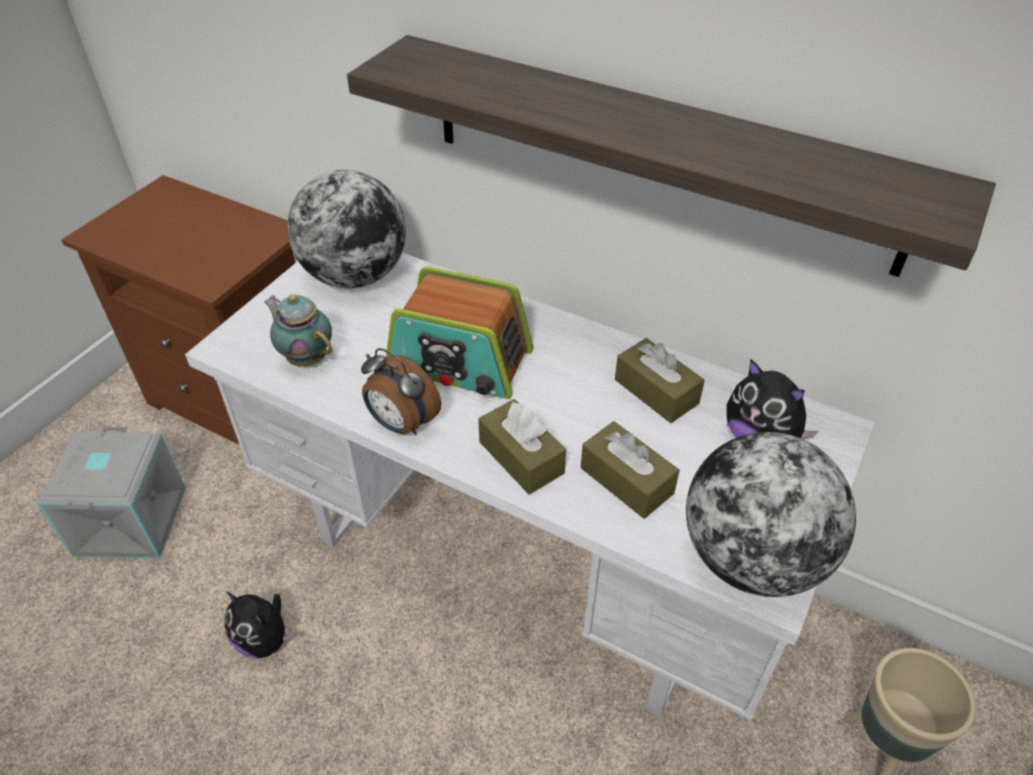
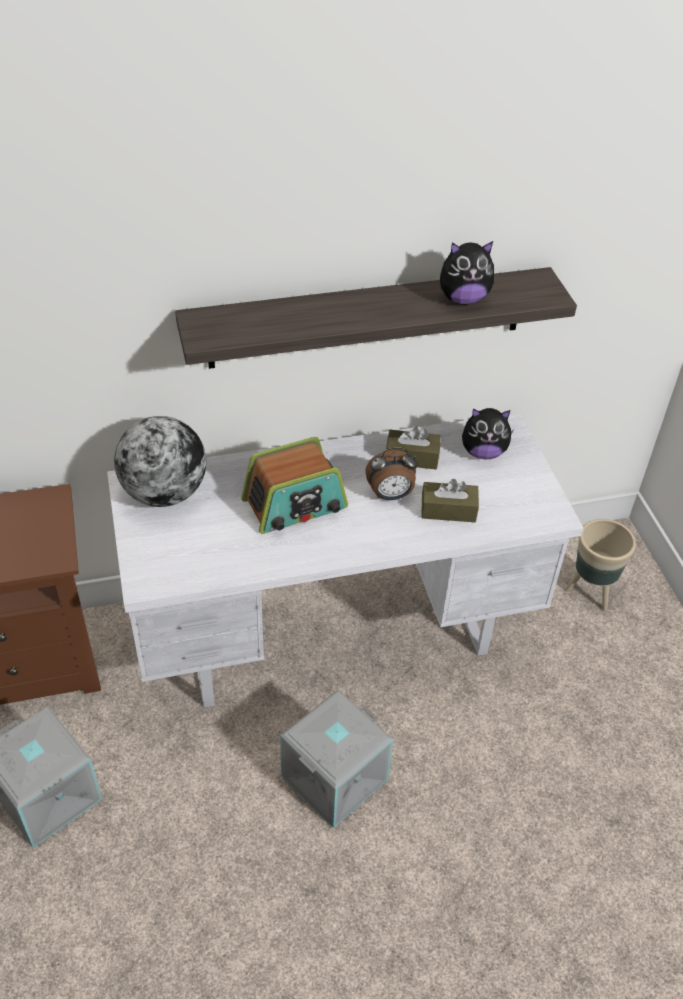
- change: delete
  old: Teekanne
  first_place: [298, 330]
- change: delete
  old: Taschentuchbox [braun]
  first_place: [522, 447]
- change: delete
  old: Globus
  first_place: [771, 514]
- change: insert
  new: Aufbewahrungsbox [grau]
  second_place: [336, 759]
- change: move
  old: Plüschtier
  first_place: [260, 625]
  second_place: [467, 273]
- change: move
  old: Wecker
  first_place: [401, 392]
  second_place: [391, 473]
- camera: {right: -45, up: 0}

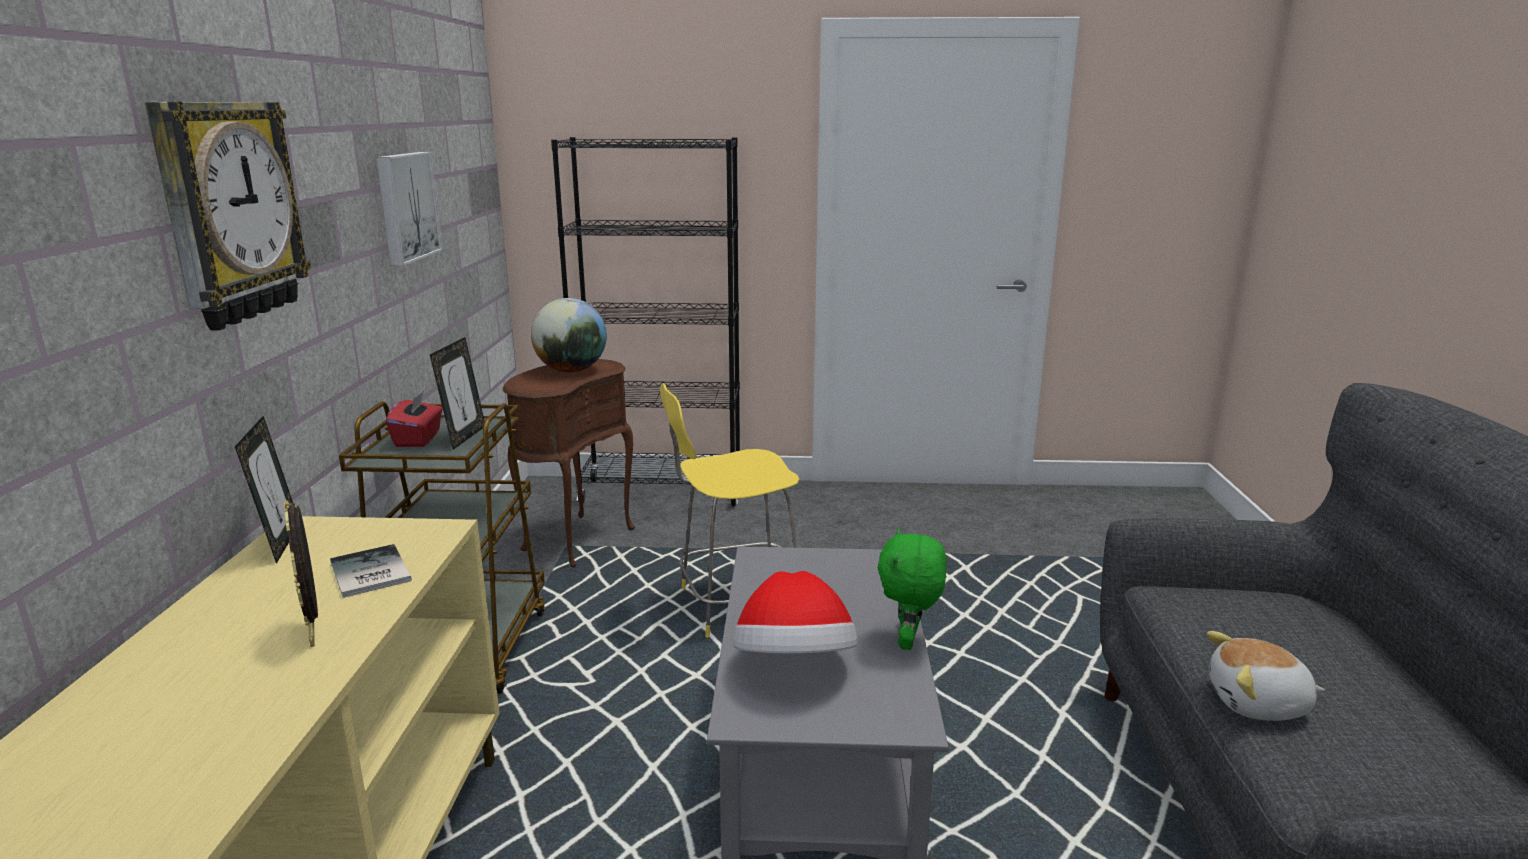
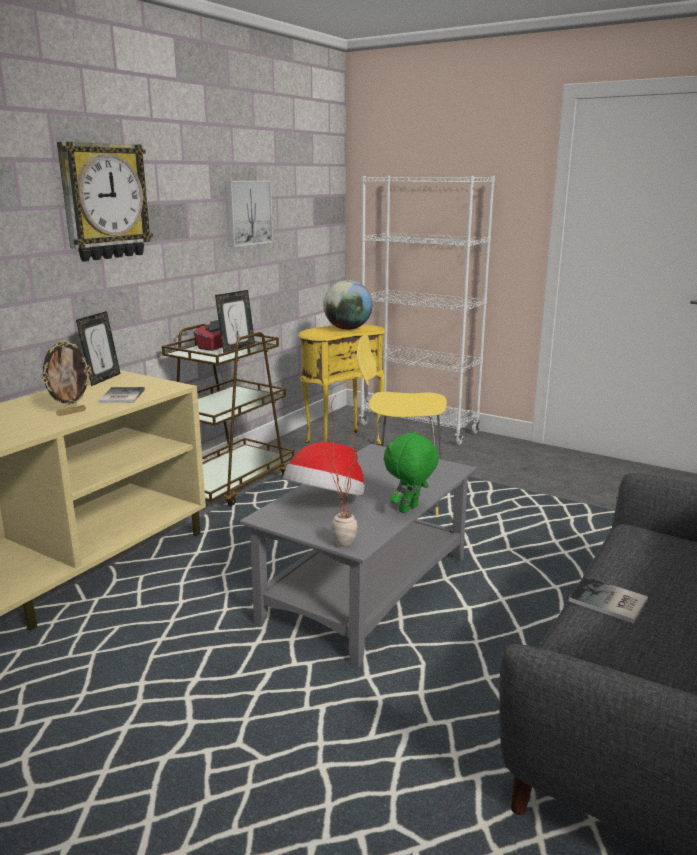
- change: insert
  new: Topfpflanze
  second_place: [338, 470]
- change: replace
  old: Plüschtier
  new: Buch
  first_place: [1266, 676]
  second_place: [608, 600]
- change: recolor
  old: Beistelltisch [braun]
  new: Beistelltisch [gelb]
  first_place: [569, 463]
  second_place: [342, 384]
- change: recolor
  old: Bücherregal [schwarz]
  new: Bücherregal [weiß]
  first_place: [645, 322]
  second_place: [427, 310]
- change: rotate
  old: Bilderrahmen
  first_place: [301, 573]
  second_place: [66, 378]
  degrees: -135
- camera: {right: 30, up: 0}

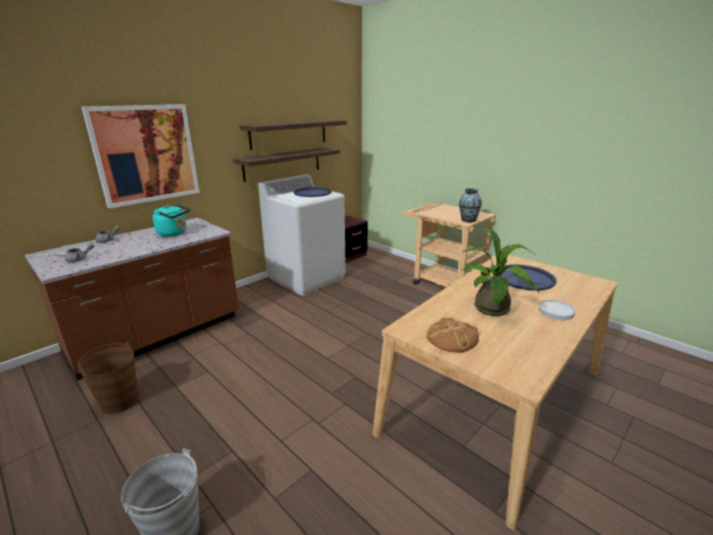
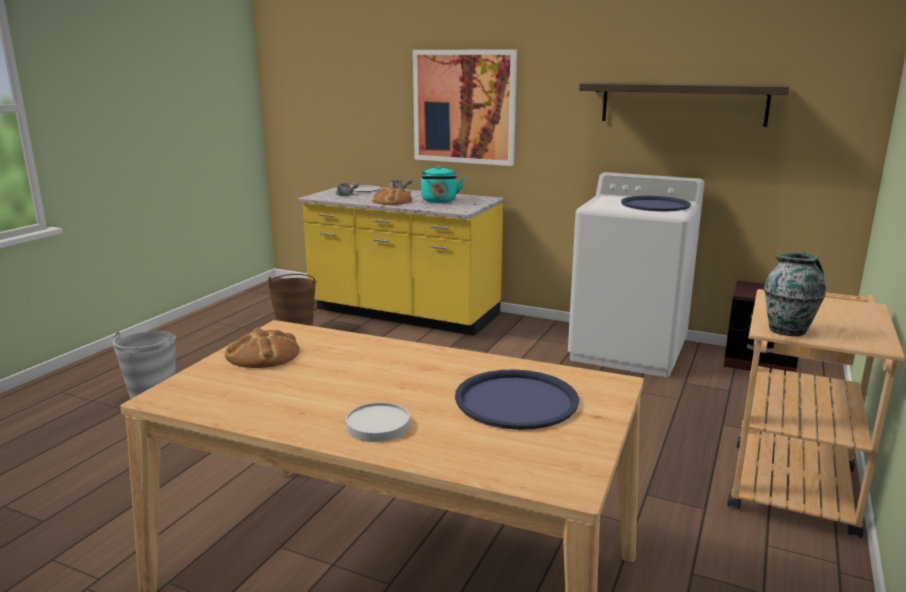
- change: delete
  old: Wandregal
  first_place: [286, 165]
- change: delete
  old: Topfpflanze
  first_place: [499, 271]
- change: insert
  new: Brot
  second_place: [392, 196]
- change: recolor
  old: Küchenzeile [braun]
  new: Küchenzeile [gelb]
  first_place: [132, 299]
  second_place: [401, 260]
- camera: {right: 70, up: -5}

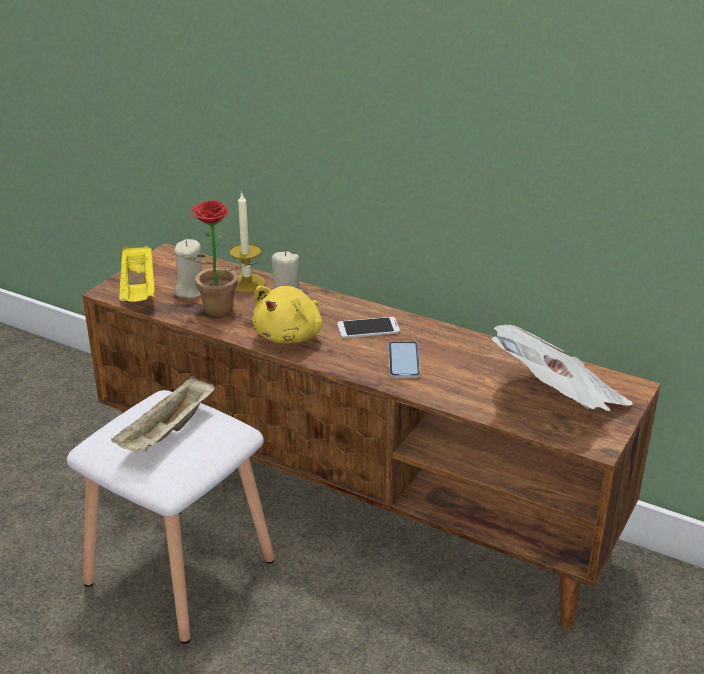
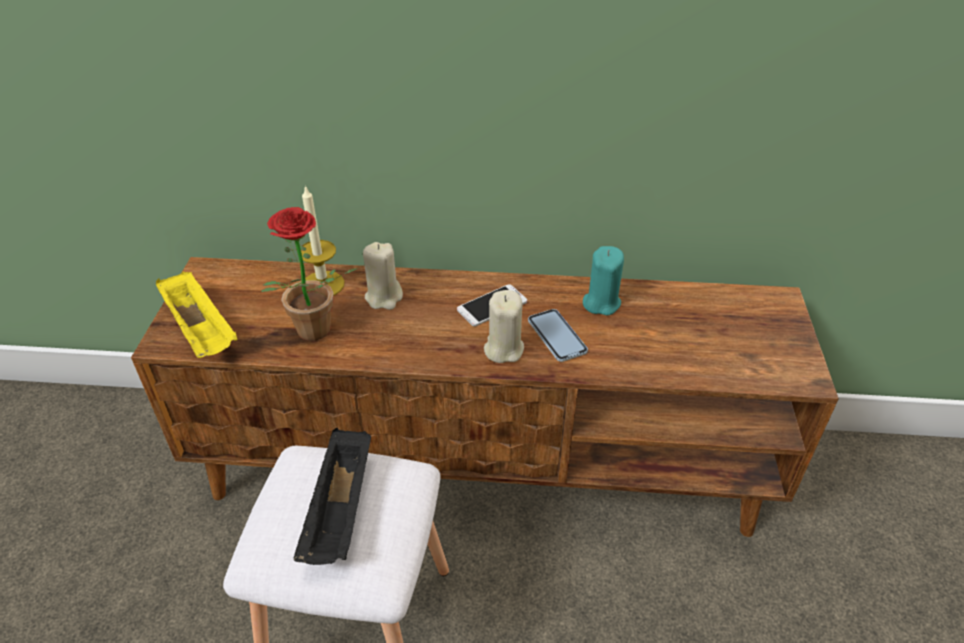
- change: delete
  old: Plüschtier [gelb]
  first_place: [287, 314]
- change: delete
  old: Zeitung
  first_place: [562, 368]
- change: insert
  new: Kerze [türkis]
  second_place: [603, 280]
- change: move
  old: Kerze [beige]
  first_place: [188, 269]
  second_place: [504, 326]
- change: recolor
  old: Tablett [beige]
  new: Tablett [schwarz]
  first_place: [163, 414]
  second_place: [332, 496]
- camera: {right: -25, up: 10}

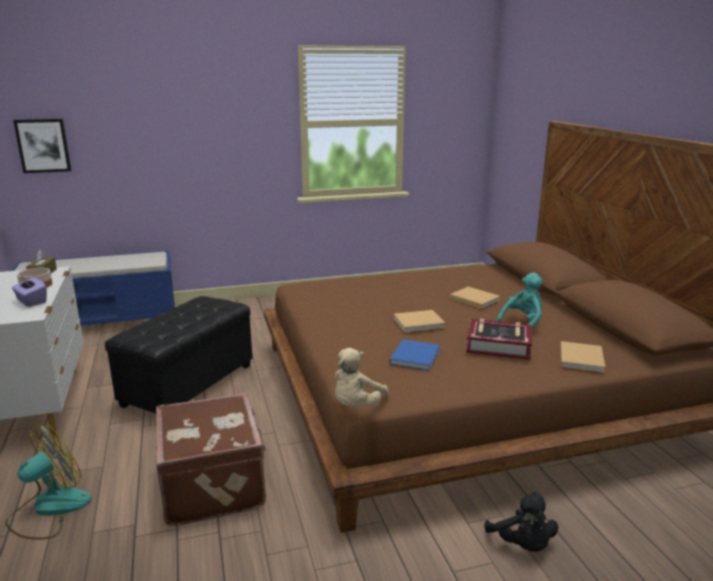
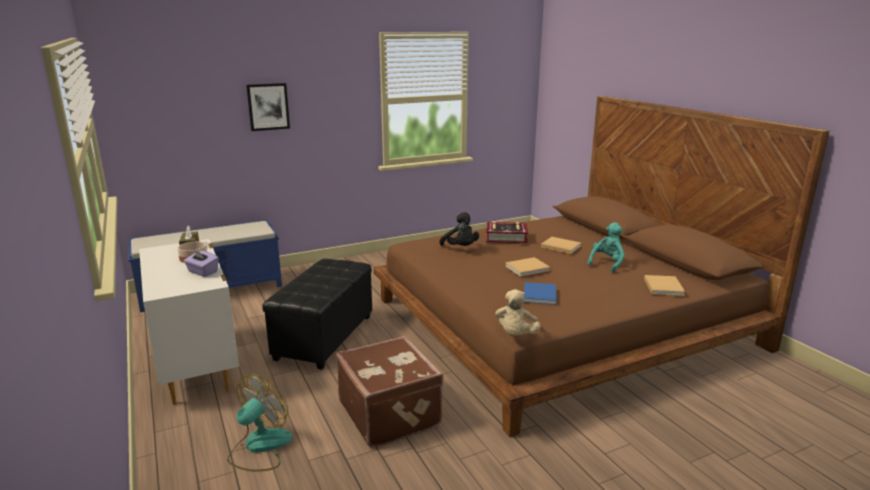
- change: move
  old: Bild
  first_place: [42, 146]
  second_place: [268, 107]
- change: move
  old: Buch
  first_place: [499, 339]
  second_place: [507, 232]
- change: move
  old: Plüschtier [schwarz]
  first_place: [521, 522]
  second_place: [459, 229]
- camera: {right: -10, up: 0}

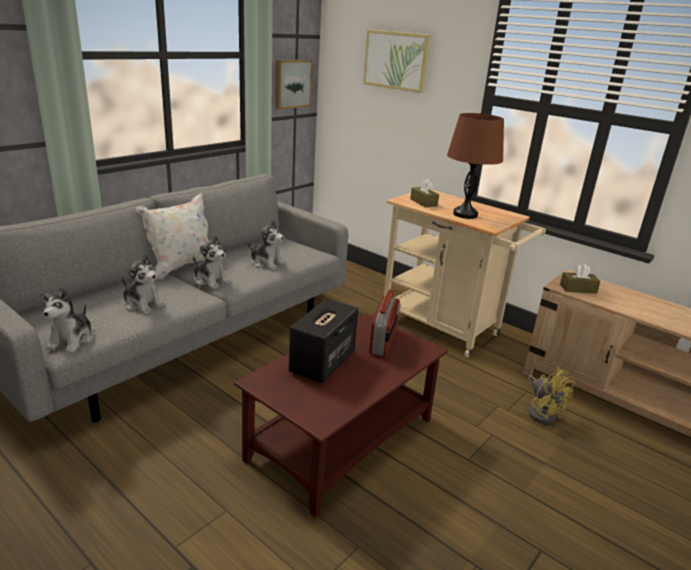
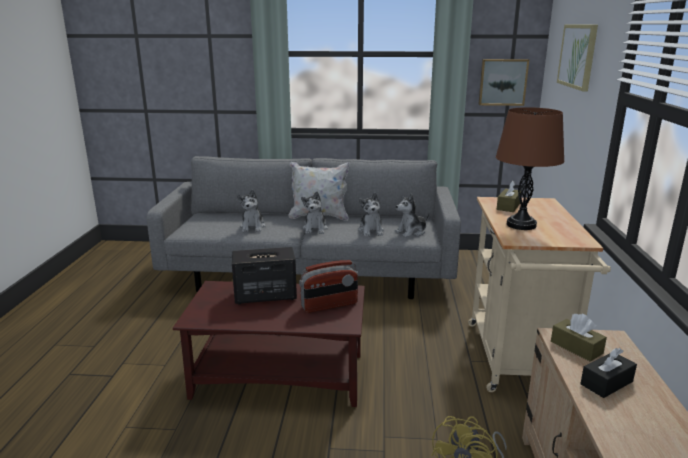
- change: insert
  new: Taschentuchbox [schwarz]
  second_place: [608, 373]
- change: move
  old: Plüschtier
  first_place: [67, 320]
  second_place: [412, 215]
- camera: {right: 55, up: -5}

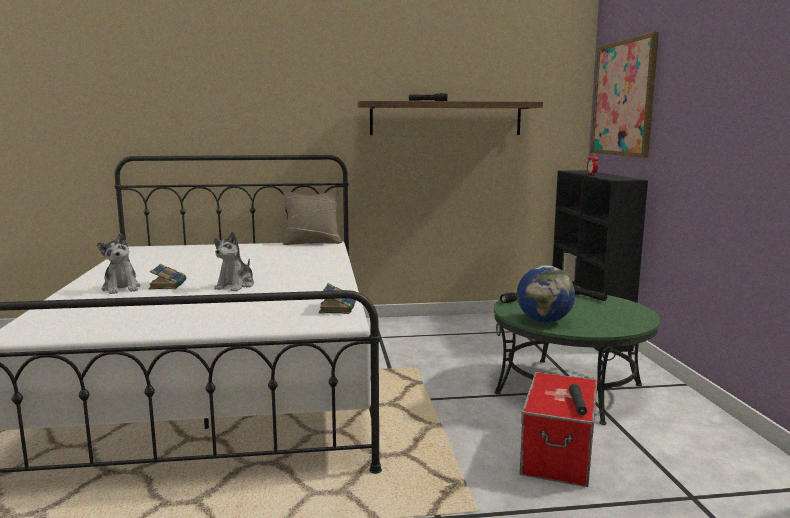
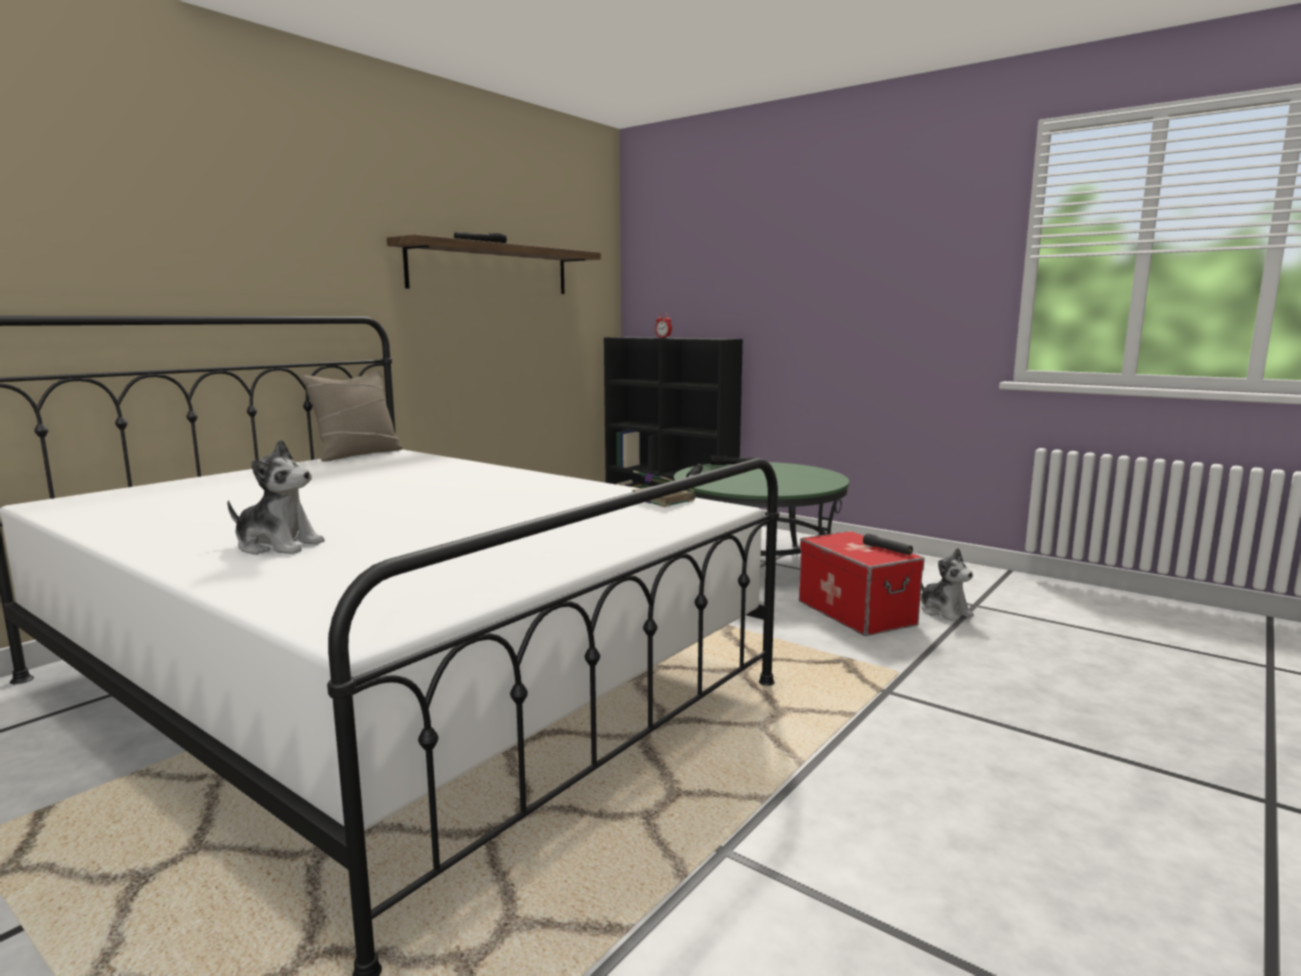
- change: delete
  old: Buch
  first_place: [167, 277]
- change: delete
  old: Globus
  first_place: [546, 294]
- change: delete
  old: Bild
  first_place: [625, 95]
- change: move
  old: Plüschtier
  first_place: [234, 261]
  second_place: [947, 585]
- camera: {right: -45, up: 0}

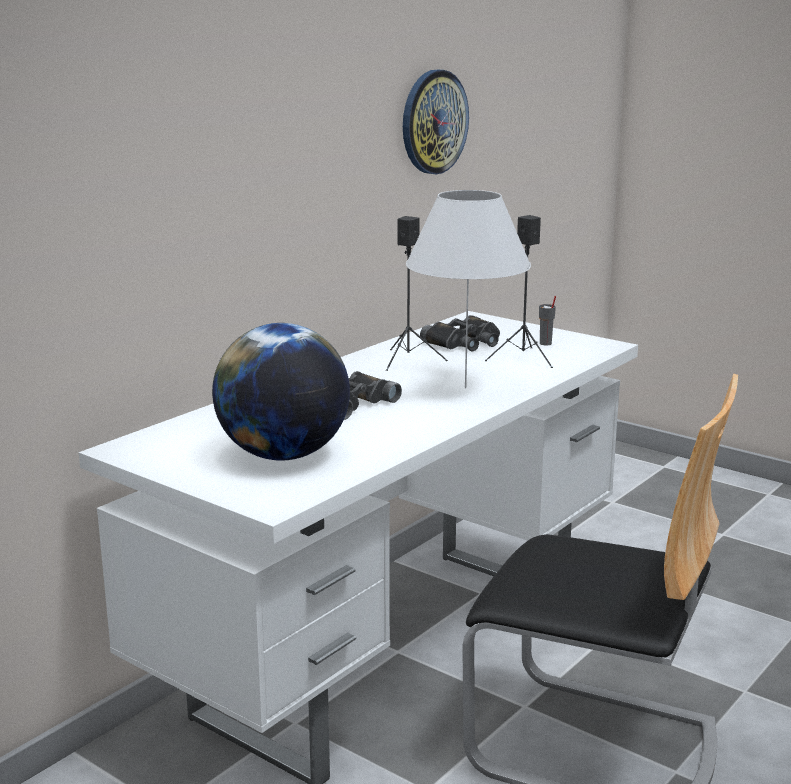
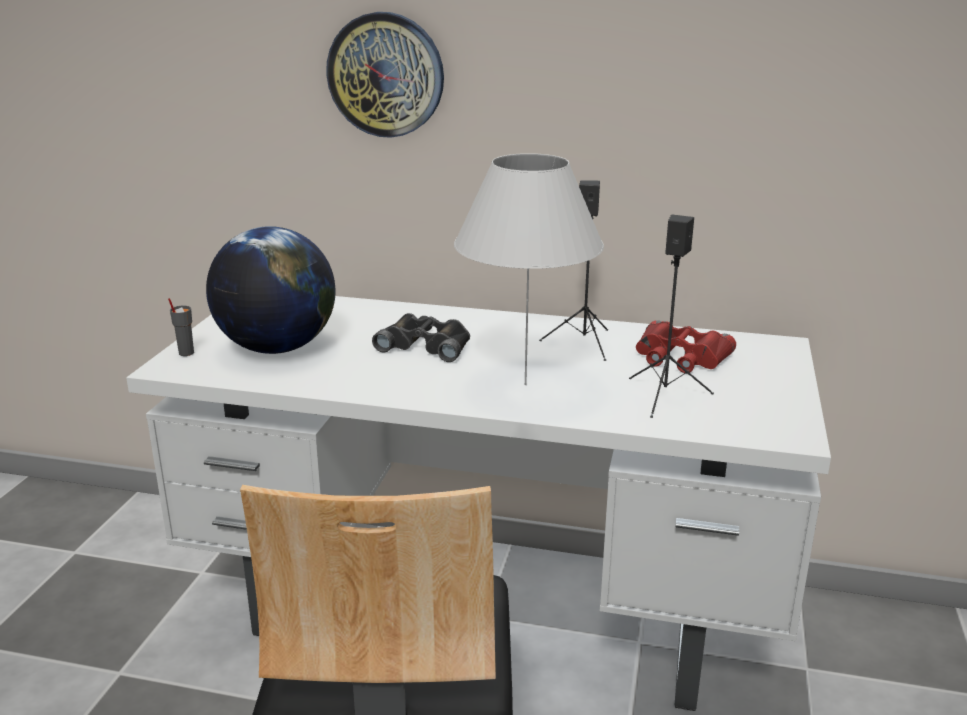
- change: move
  old: Wanduhr
  first_place: [436, 122]
  second_place: [385, 75]
- change: move
  old: Tasse [grau]
  first_place: [547, 320]
  second_place: [181, 327]
- change: recolor
  old: Fernglas [schwarz]
  new: Fernglas [rot]
  first_place: [460, 333]
  second_place: [686, 346]
- camera: {right: 65, up: 5}

